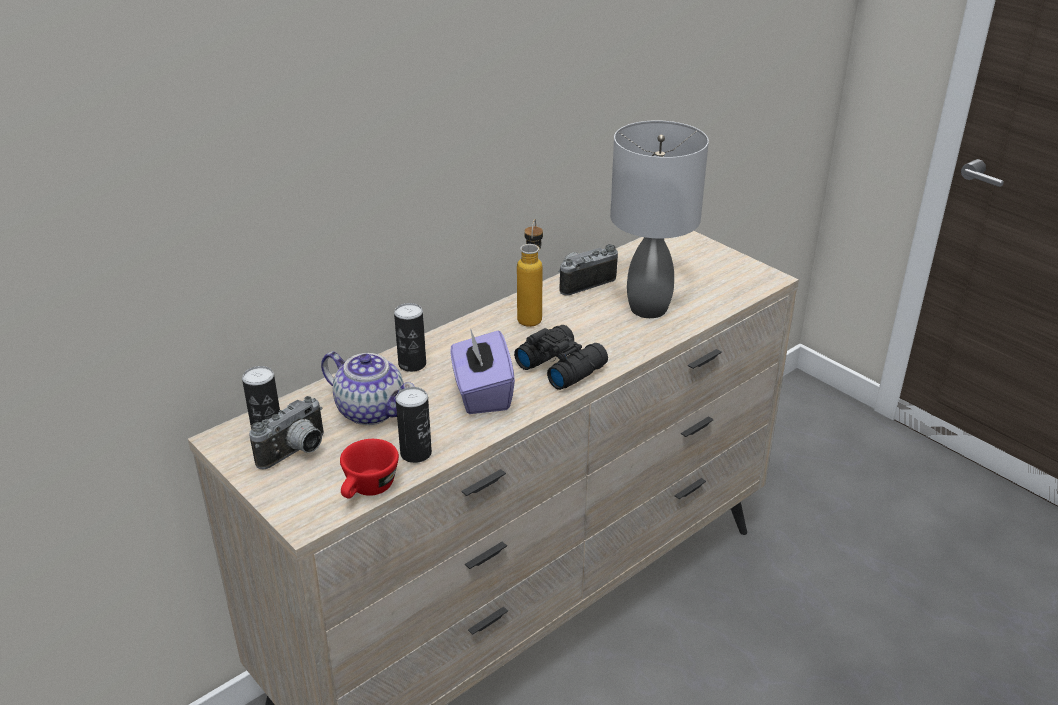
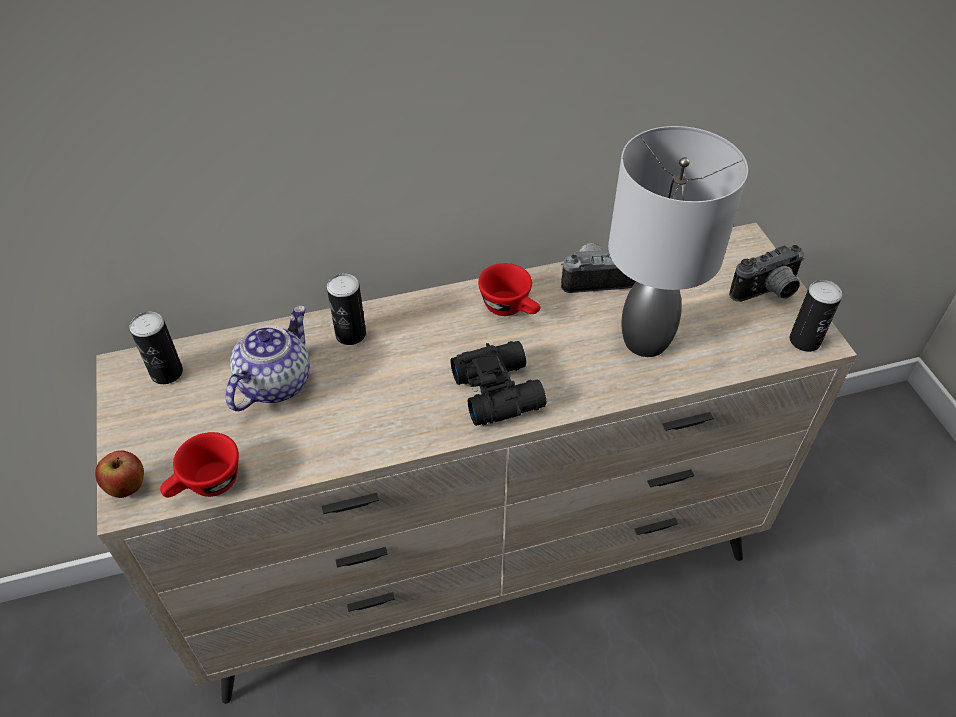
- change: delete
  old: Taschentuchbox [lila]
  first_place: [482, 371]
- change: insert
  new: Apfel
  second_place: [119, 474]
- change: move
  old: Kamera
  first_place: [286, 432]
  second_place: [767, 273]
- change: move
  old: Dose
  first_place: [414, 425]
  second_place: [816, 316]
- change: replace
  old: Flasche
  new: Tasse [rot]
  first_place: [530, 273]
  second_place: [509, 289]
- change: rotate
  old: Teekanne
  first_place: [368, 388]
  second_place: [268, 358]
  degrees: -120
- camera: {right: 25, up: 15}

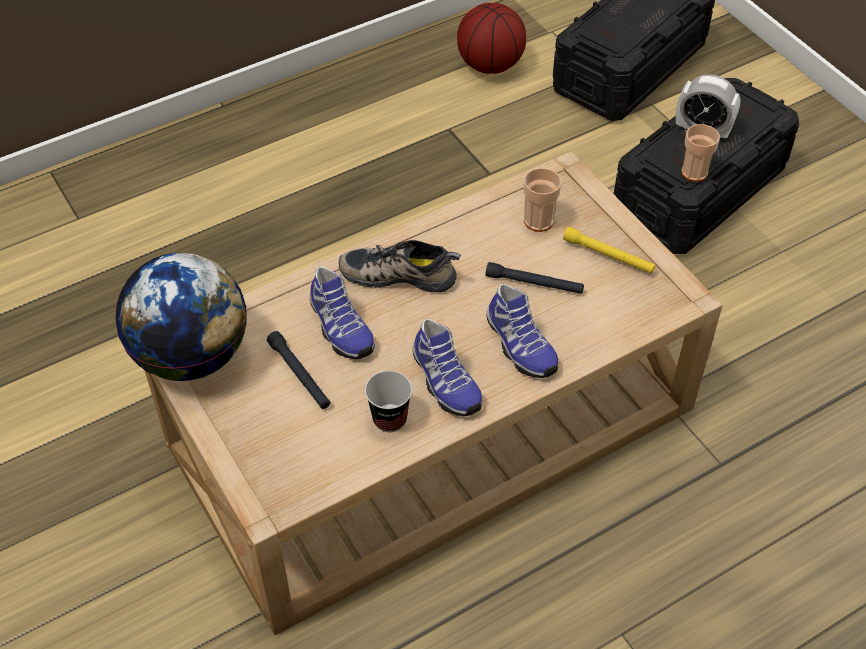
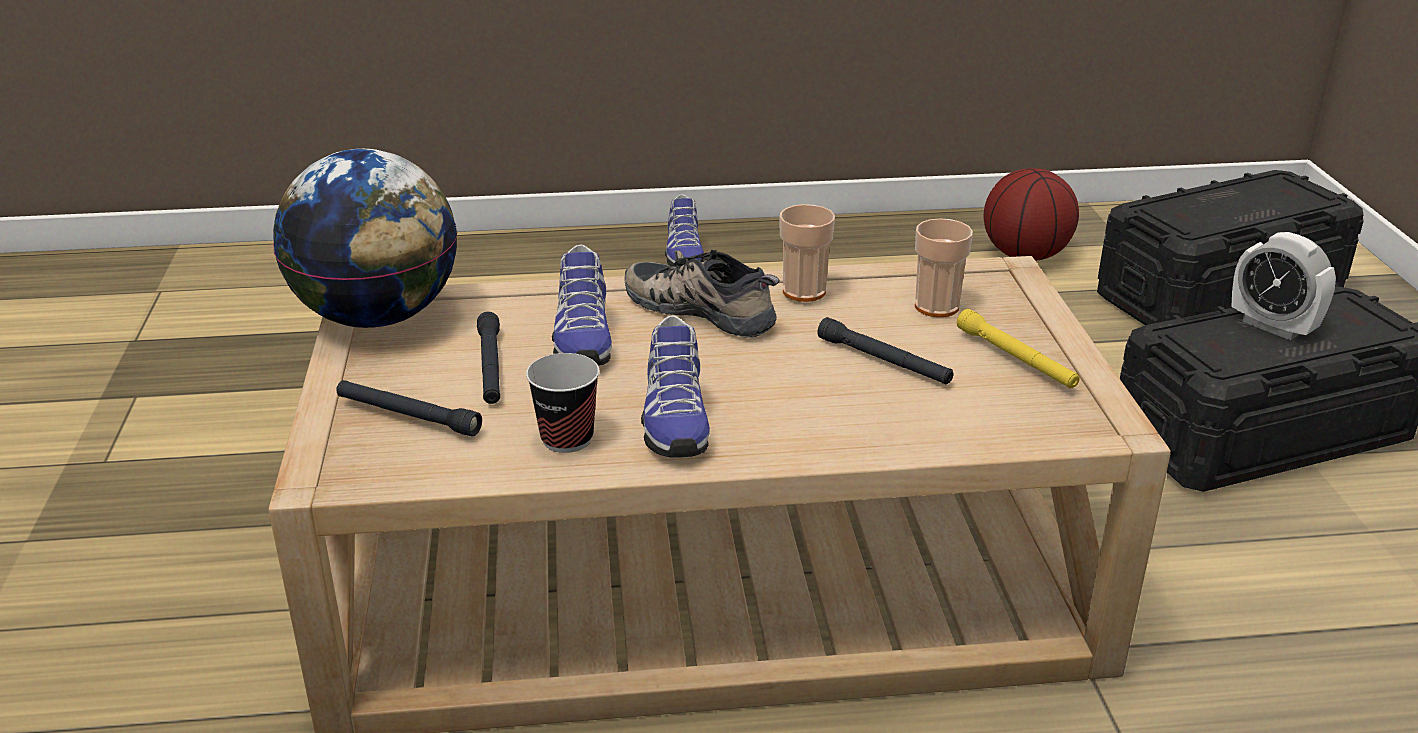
- change: insert
  new: Taschenlampe [schwarz]
  second_place: [409, 408]
- change: move
  old: Schuh
  first_place: [522, 331]
  second_place: [684, 230]
- change: move
  old: Tasse
  first_place: [701, 153]
  second_place: [807, 253]
- camera: {right: 25, up: -20}

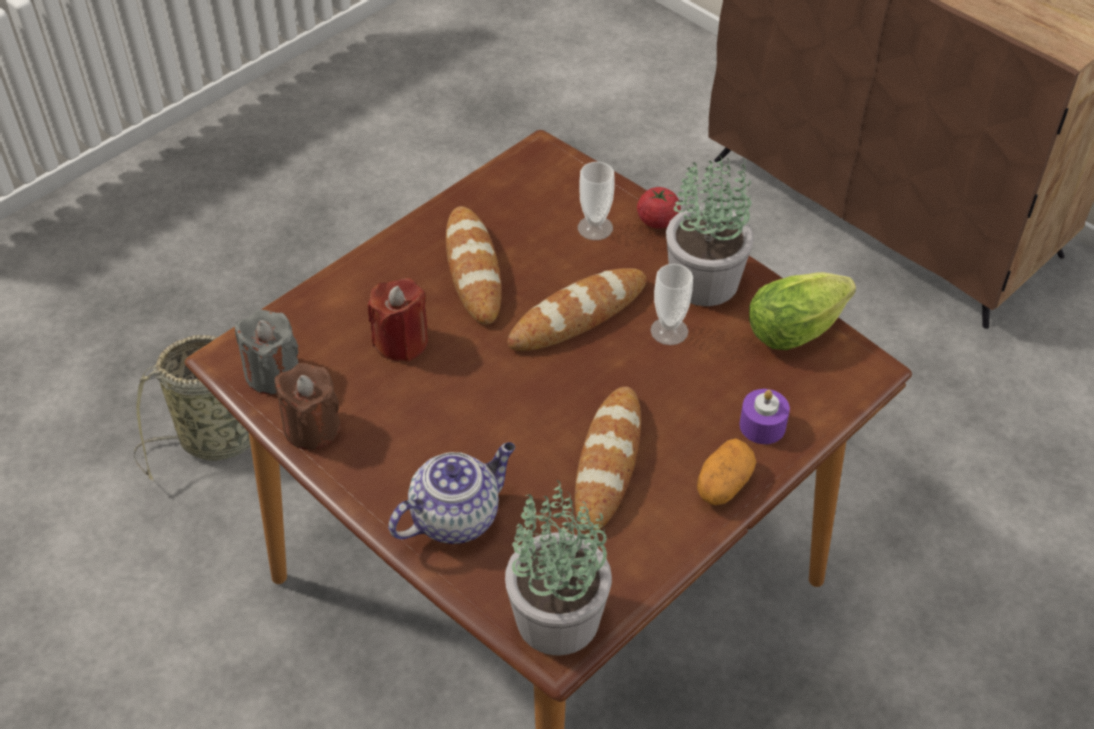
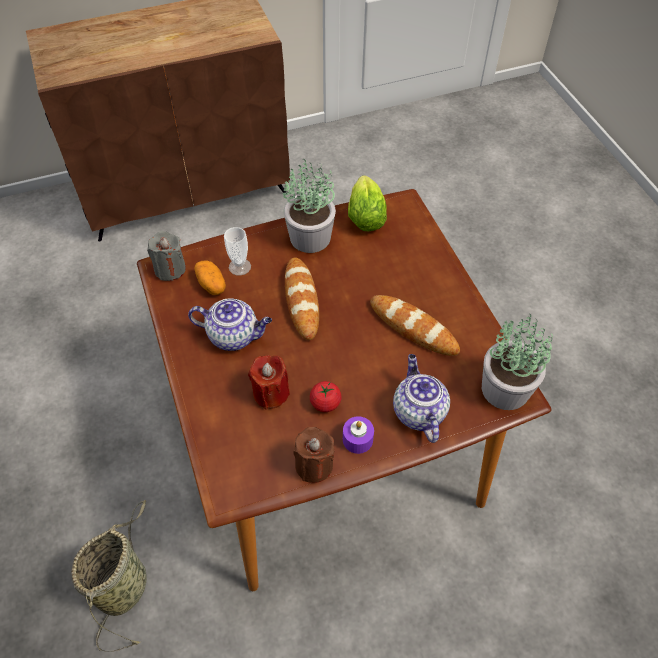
- change: delete
  old: Tasse
  first_place: [671, 304]
- change: move
  old: Kerze [grau]
  first_place: [267, 352]
  second_place: [166, 256]
- change: move
  old: Tomate
  first_place: [659, 207]
  second_place: [326, 396]
- change: move
  old: Kartoffel
  first_place: [726, 472]
  second_place: [210, 277]
- change: move
  old: Kerze [lila]
  first_place: [765, 416]
  second_place: [358, 435]
- change: replace
  old: Brot
  new: Teekanne
  first_place: [474, 265]
  second_place: [230, 324]
- camera: {right: -65, up: 5}

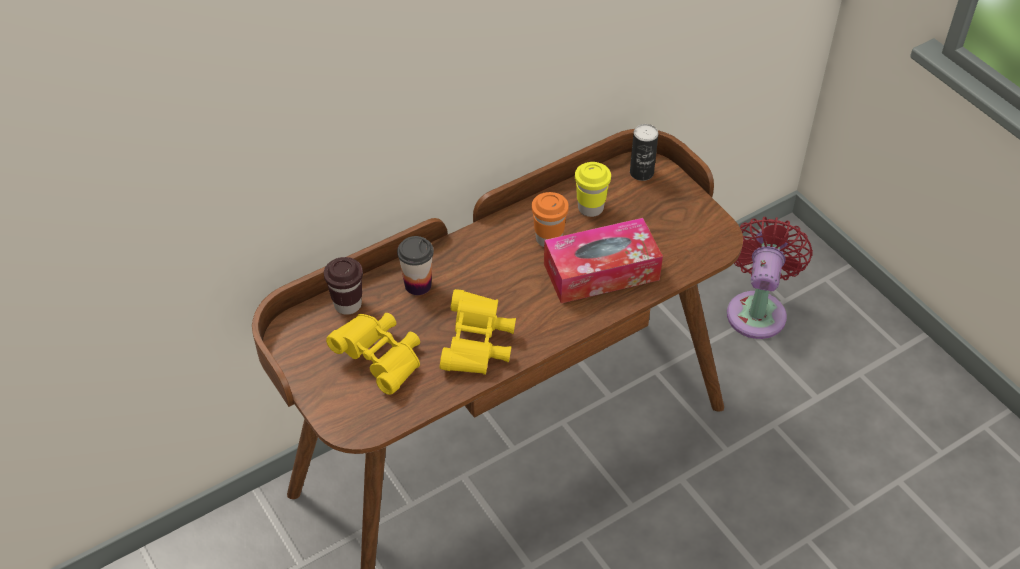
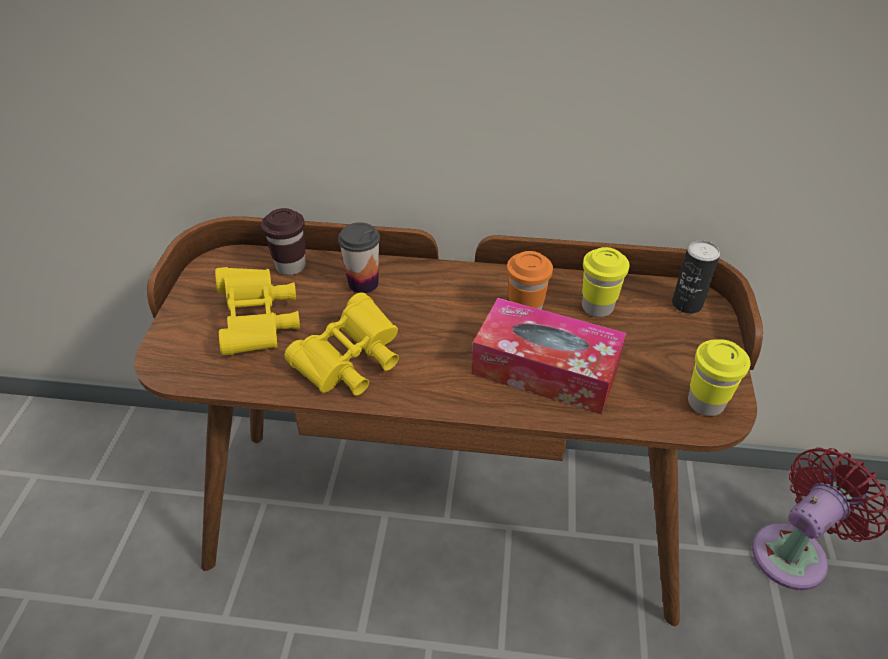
- change: insert
  new: Tasse [gelb]
  second_place: [719, 377]
- camera: {right: 40, up: -5}

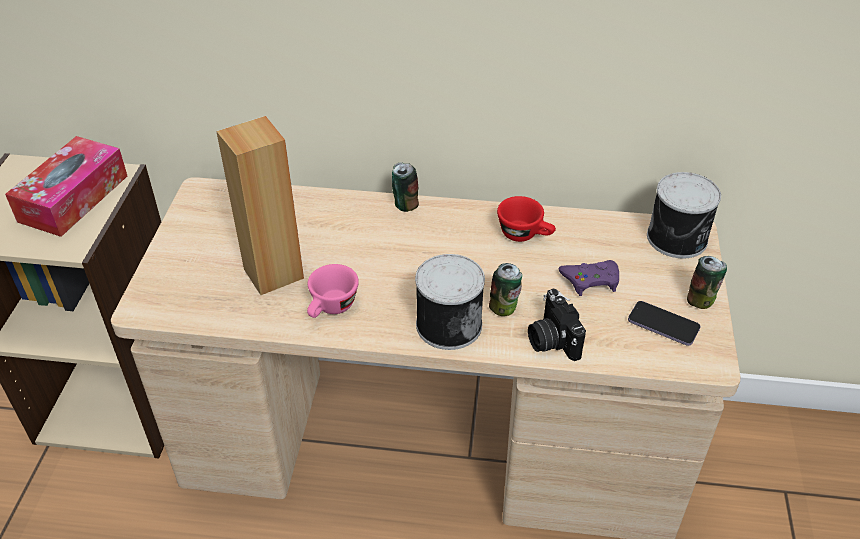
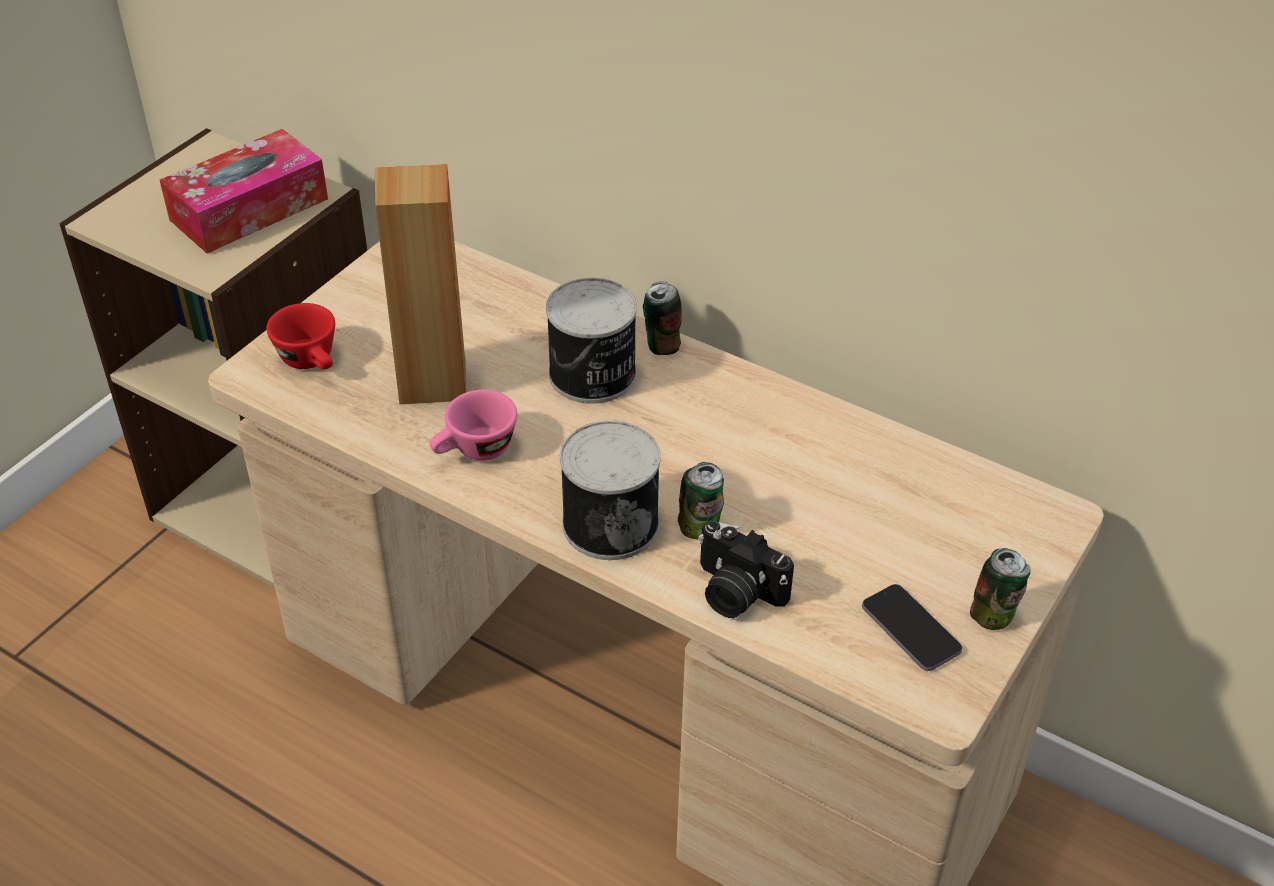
- change: delete
  old: Gamepad [lila]
  first_place: [588, 278]
- change: move
  old: Tasse [rot]
  first_place: [526, 219]
  second_place: [300, 336]
- change: move
  old: Dose
  first_place: [684, 215]
  second_place: [591, 341]
- change: rotate
  old: Kamera
  first_place: [557, 325]
  second_place: [746, 569]
  degrees: -60
- camera: {right: 25, up: 0}

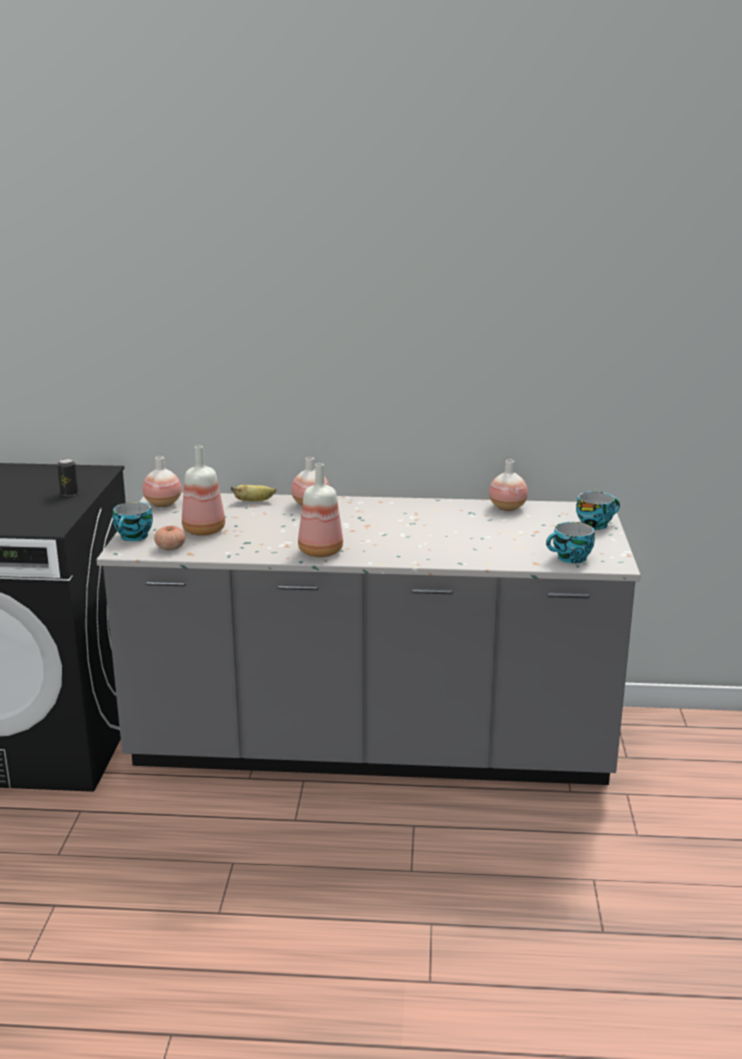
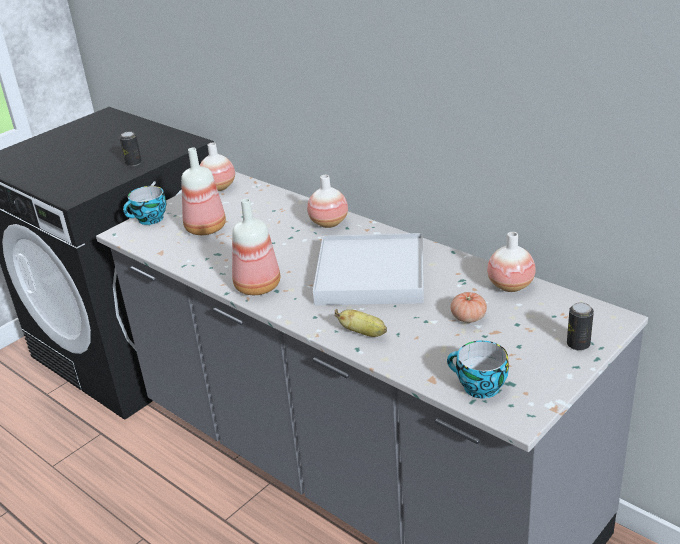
- change: insert
  new: Tablett [weiß]
  second_place: [368, 269]
- change: move
  old: Tomate
  first_place: [170, 538]
  second_place: [469, 307]
- change: move
  old: Banane
  first_place: [253, 493]
  second_place: [361, 323]
- change: replace
  old: Tasse
  new: Dose
  first_place: [598, 510]
  second_place: [580, 326]
- camera: {right: 40, up: 10}

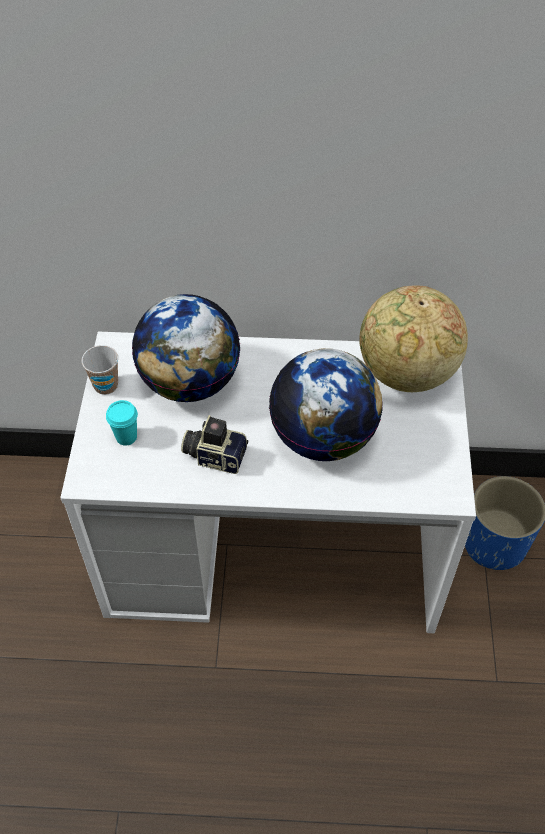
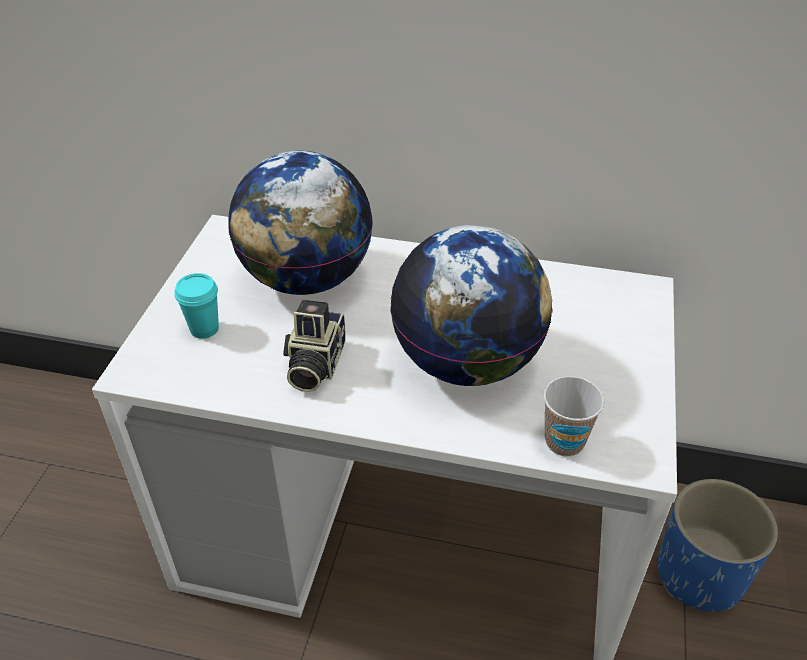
- change: delete
  old: Globus
  first_place: [413, 338]
- change: move
  old: Tasse
  first_place: [99, 370]
  second_place: [574, 416]
- change: rotate
  old: Kamera
  first_place: [214, 444]
  second_place: [314, 345]
  degrees: -105
- camera: {right: 10, up: -10}

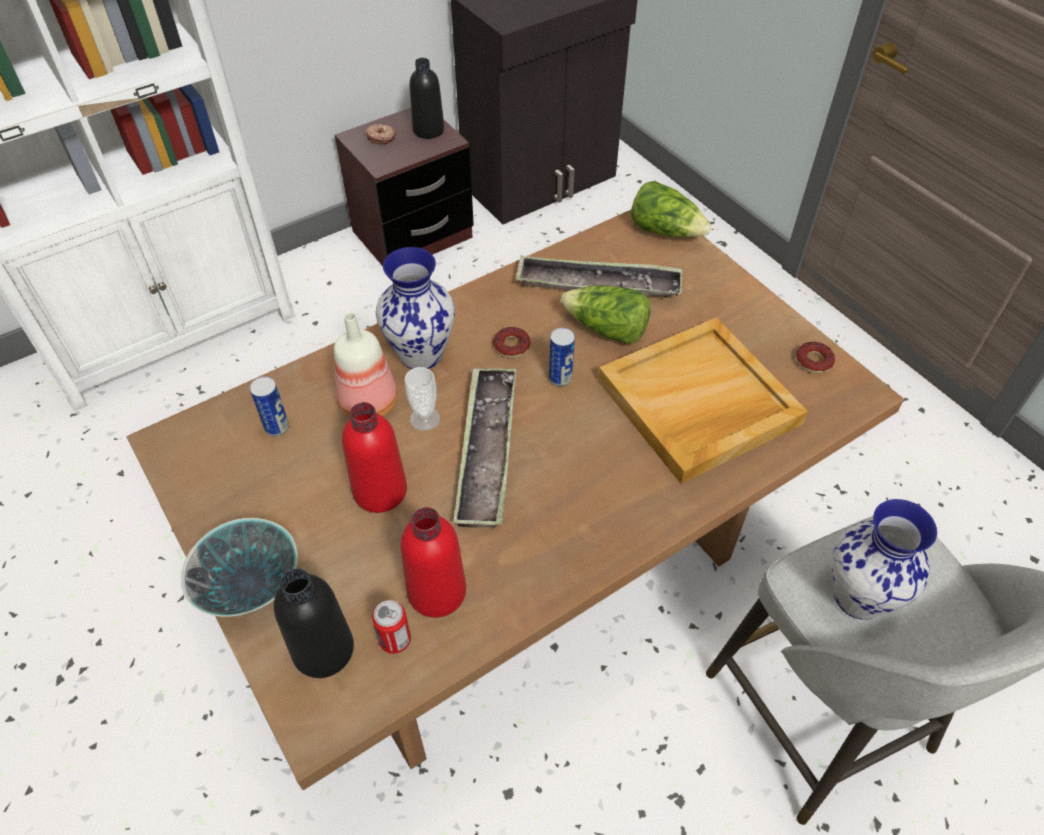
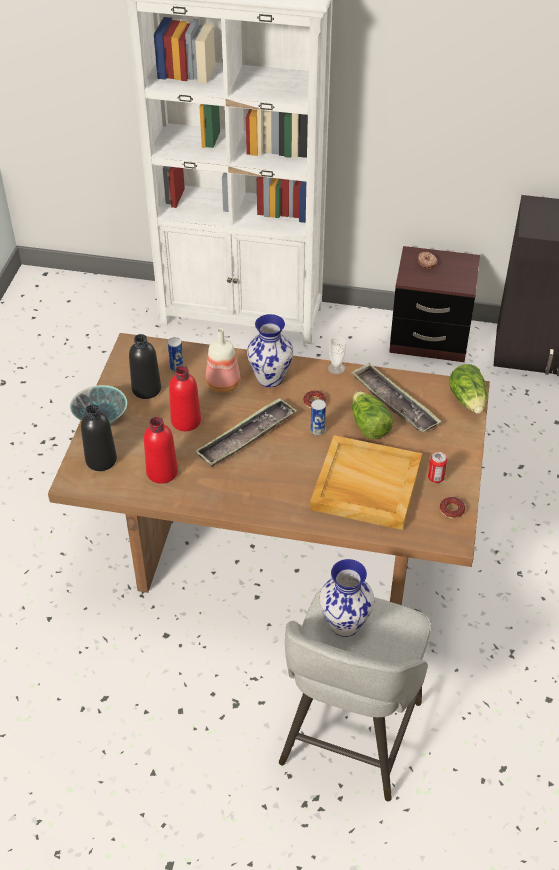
- change: move
  old: Dose
  first_place: [391, 627]
  second_place: [437, 467]
- change: move
  old: Tasse
  first_place: [422, 399]
  second_place: [337, 355]
- change: move
  old: Flasche [schwarz]
  first_place: [427, 98]
  second_place: [145, 366]
- camera: {right: 45, up: -5}

